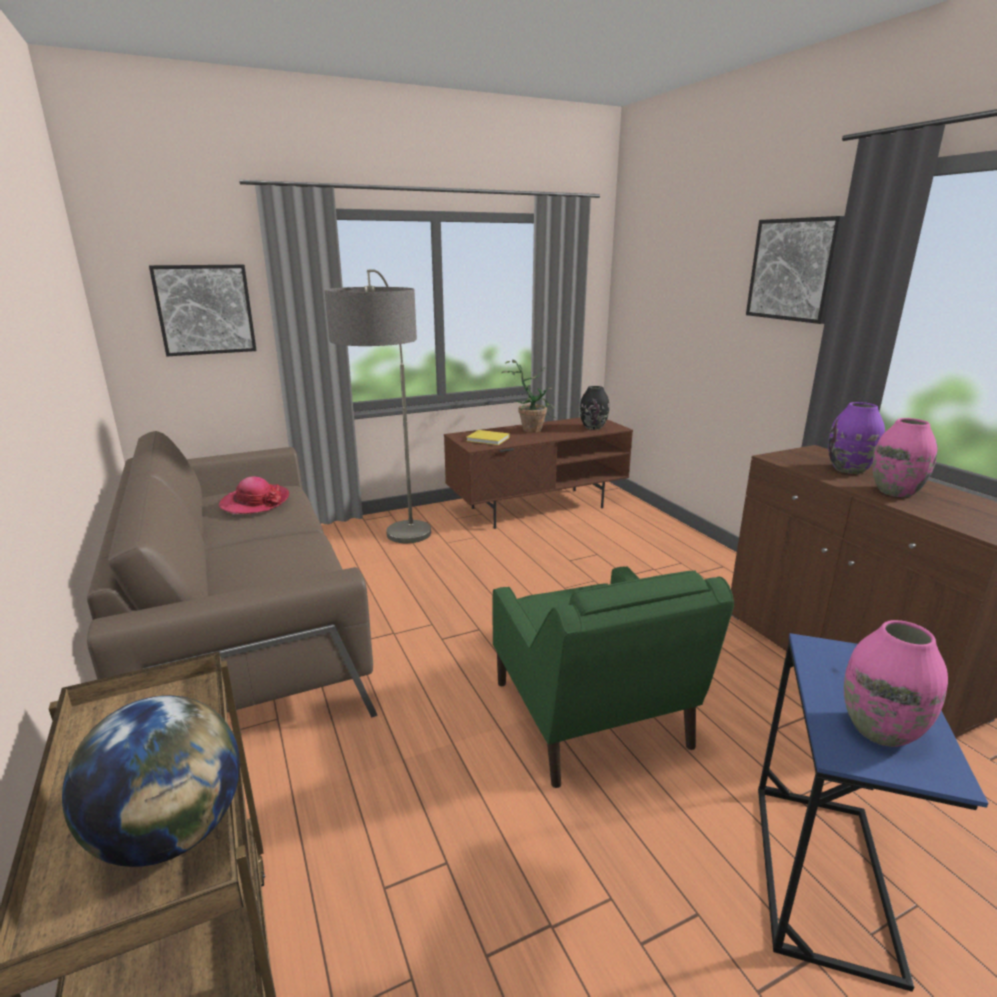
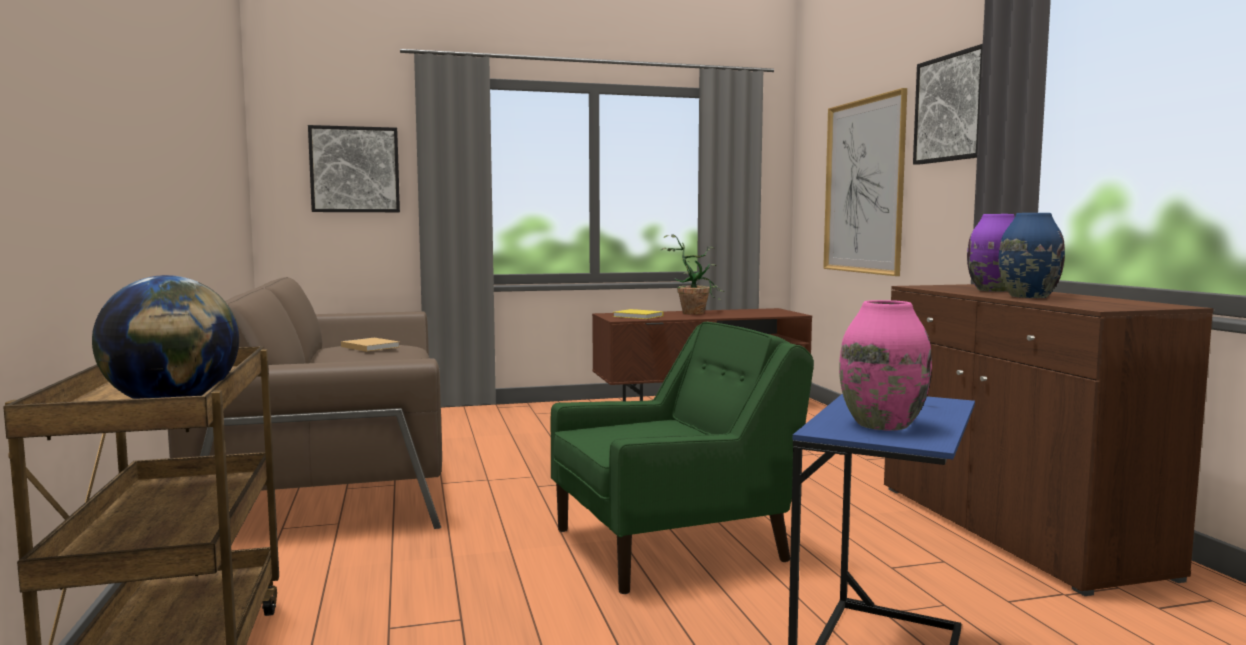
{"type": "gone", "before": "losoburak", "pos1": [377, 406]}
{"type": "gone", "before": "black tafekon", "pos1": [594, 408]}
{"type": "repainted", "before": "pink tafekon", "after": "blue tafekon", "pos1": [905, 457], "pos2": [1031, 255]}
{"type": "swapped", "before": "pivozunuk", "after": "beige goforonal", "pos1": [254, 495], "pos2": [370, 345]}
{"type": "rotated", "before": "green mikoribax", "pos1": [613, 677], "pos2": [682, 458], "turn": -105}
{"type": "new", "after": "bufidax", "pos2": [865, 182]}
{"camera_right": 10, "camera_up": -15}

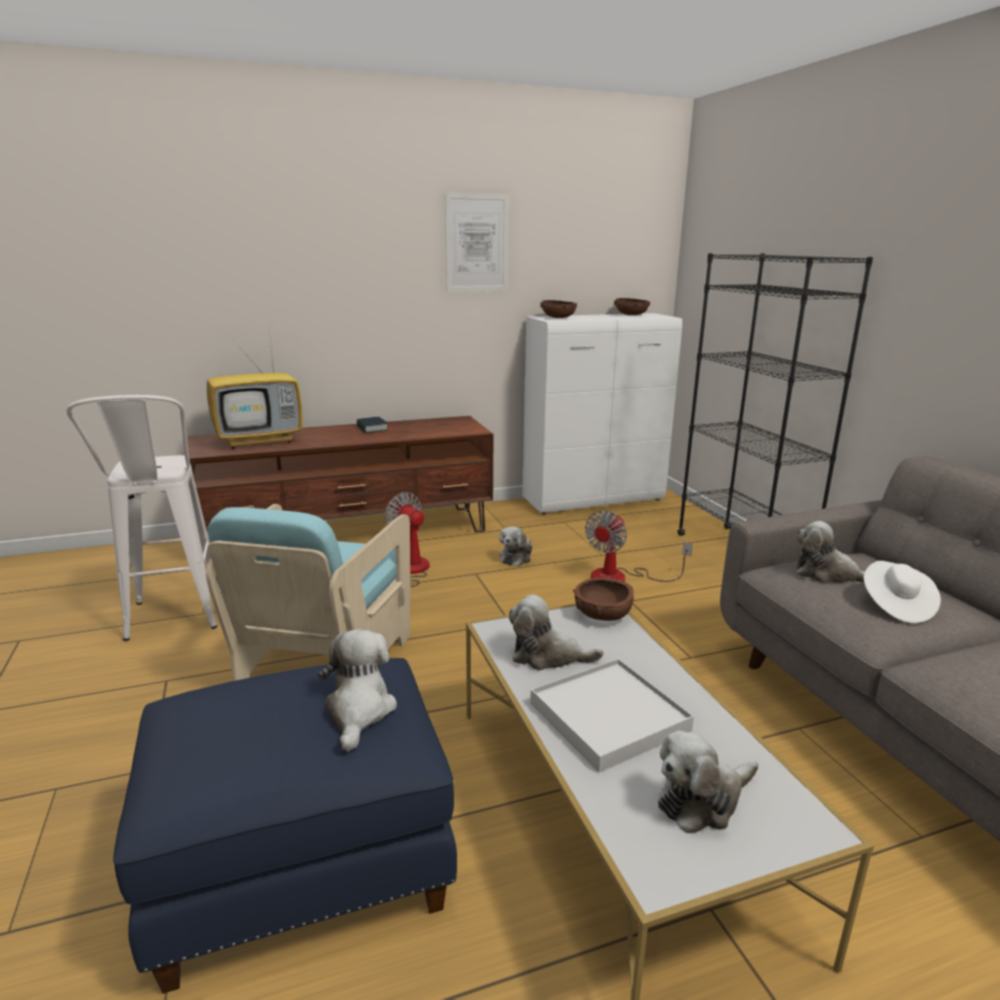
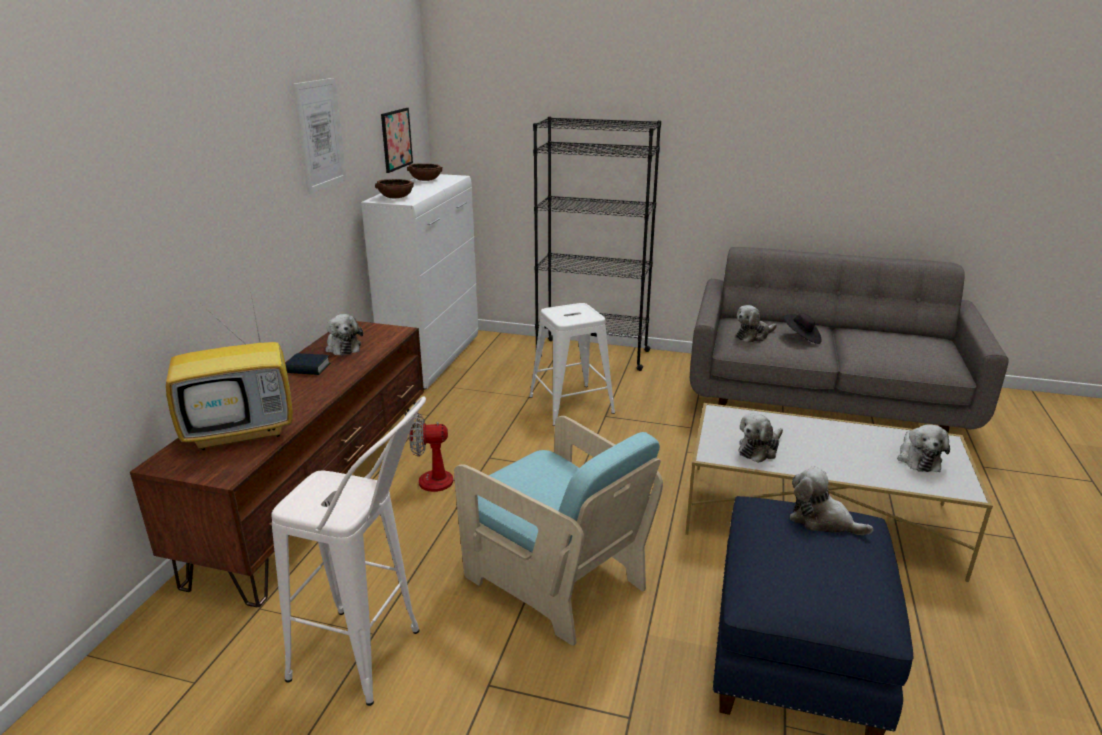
{"type": "rotated", "before": "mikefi", "pos1": [255, 389], "pos2": [229, 367], "turn": 60}
{"type": "swapped", "before": "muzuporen", "after": "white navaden", "pos1": [638, 546], "pos2": [572, 364]}
{"type": "shifted", "before": "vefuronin", "pos1": [515, 546], "pos2": [344, 335]}
{"type": "repainted", "before": "white pivozunuk", "after": "black pivozunuk", "pos1": [902, 592], "pos2": [802, 328]}
{"type": "gone", "before": "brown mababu", "pos1": [603, 599]}
{"type": "gone", "before": "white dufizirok", "pos1": [612, 715]}
{"type": "new", "after": "bufidax", "pos2": [397, 140]}
{"camera_right": -55, "camera_up": 5}

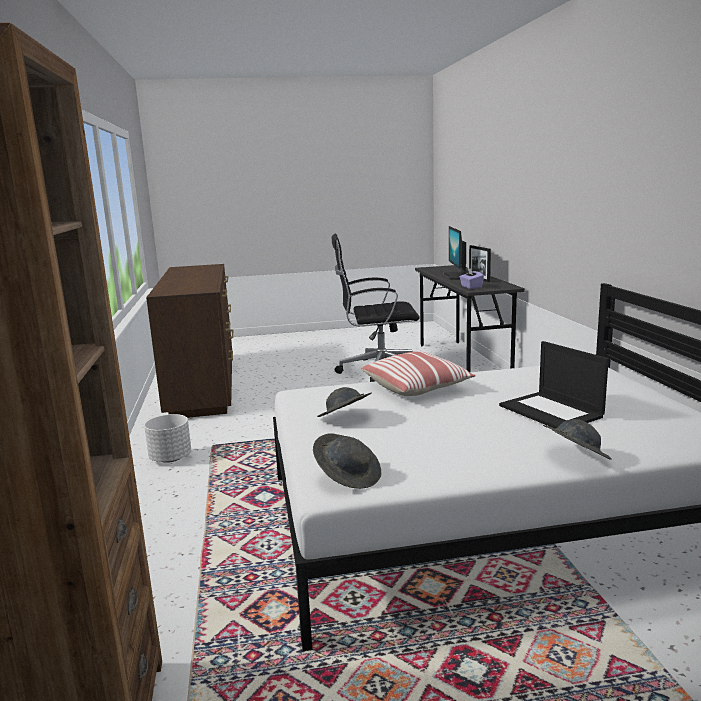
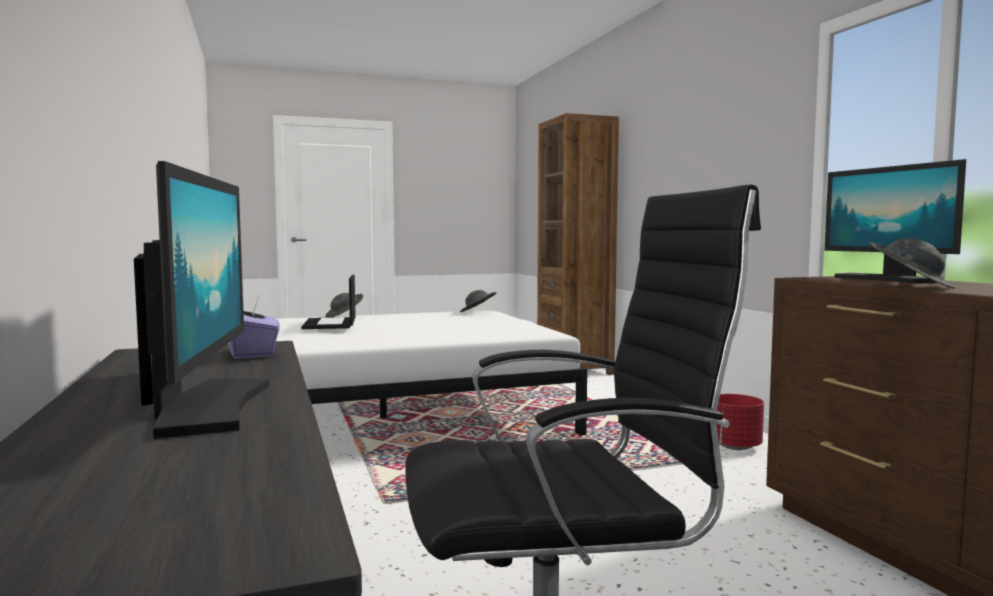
{"type": "rotated", "before": "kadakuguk", "pos1": [554, 384], "pos2": [328, 302], "turn": -150}
{"type": "gone", "before": "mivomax", "pos1": [419, 373]}
{"type": "shifted", "before": "grey pivozunuk", "pos1": [344, 402], "pos2": [912, 263]}
{"type": "repainted", "before": "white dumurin", "after": "red dumurin", "pos1": [167, 438], "pos2": [740, 422]}
{"type": "new", "after": "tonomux", "pos2": [895, 221]}
{"camera_right": 170, "camera_up": -10}

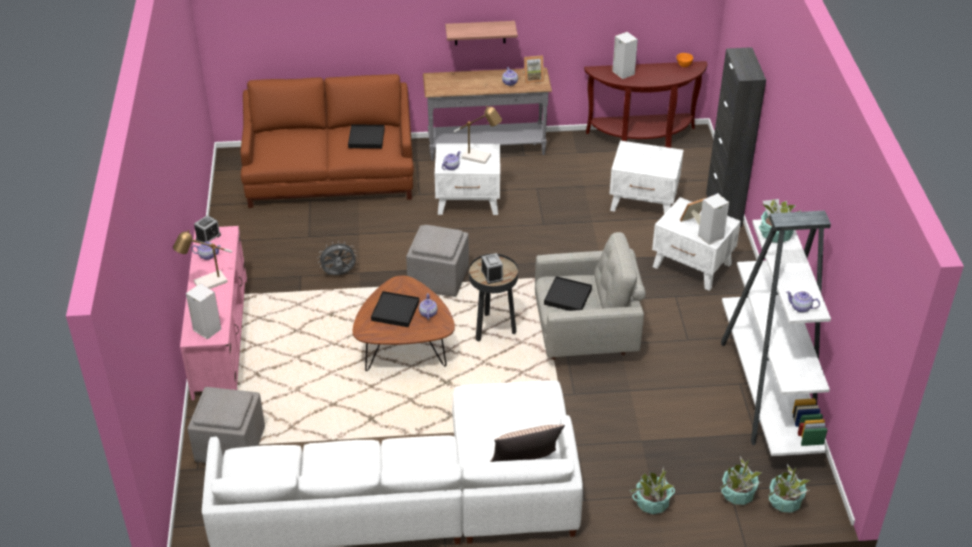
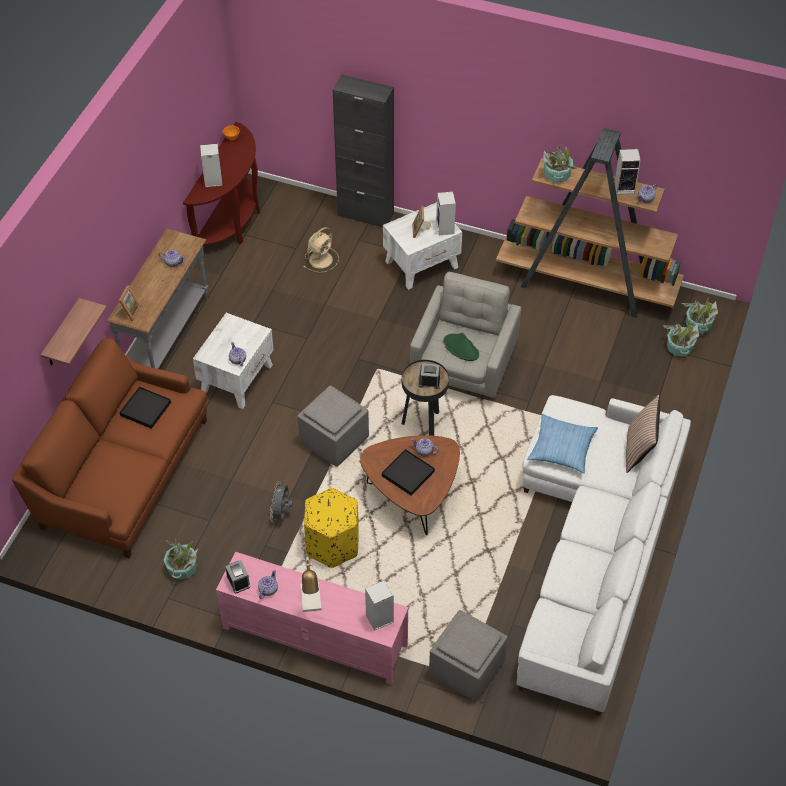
{"type": "shifted", "before": "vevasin", "pos1": [481, 33], "pos2": [74, 332]}
{"type": "shifted", "before": "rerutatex", "pos1": [533, 69], "pos2": [128, 303]}
{"type": "gone", "before": "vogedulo", "pos1": [478, 135]}
{"type": "swapped", "before": "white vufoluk", "after": "beige muzuporen", "pos1": [646, 177], "pos2": [321, 250]}
{"type": "repainted", "before": "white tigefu", "after": "brown tigefu", "pos1": [776, 333], "pos2": [590, 223]}
{"type": "swapped", "before": "black dufizirok", "after": "green pivozunuk", "pos1": [568, 293], "pos2": [461, 347]}
{"type": "shifted", "before": "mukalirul", "pos1": [652, 491], "pos2": [181, 558]}
{"type": "new", "after": "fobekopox", "pos2": [627, 172]}
{"type": "new", "after": "mivomax", "pos2": [562, 444]}
{"type": "new", "after": "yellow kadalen", "pos2": [331, 528]}
{"camera_right": -65, "camera_up": 10}

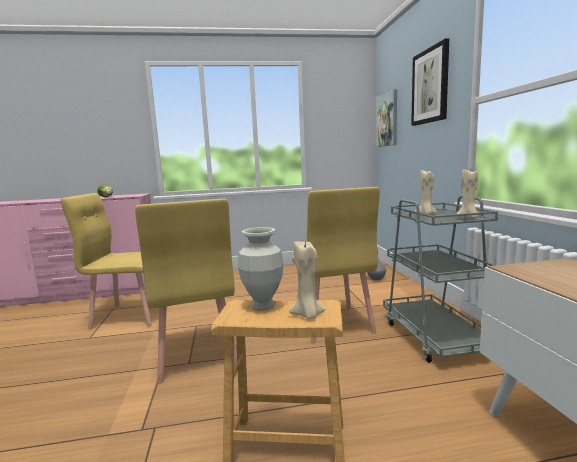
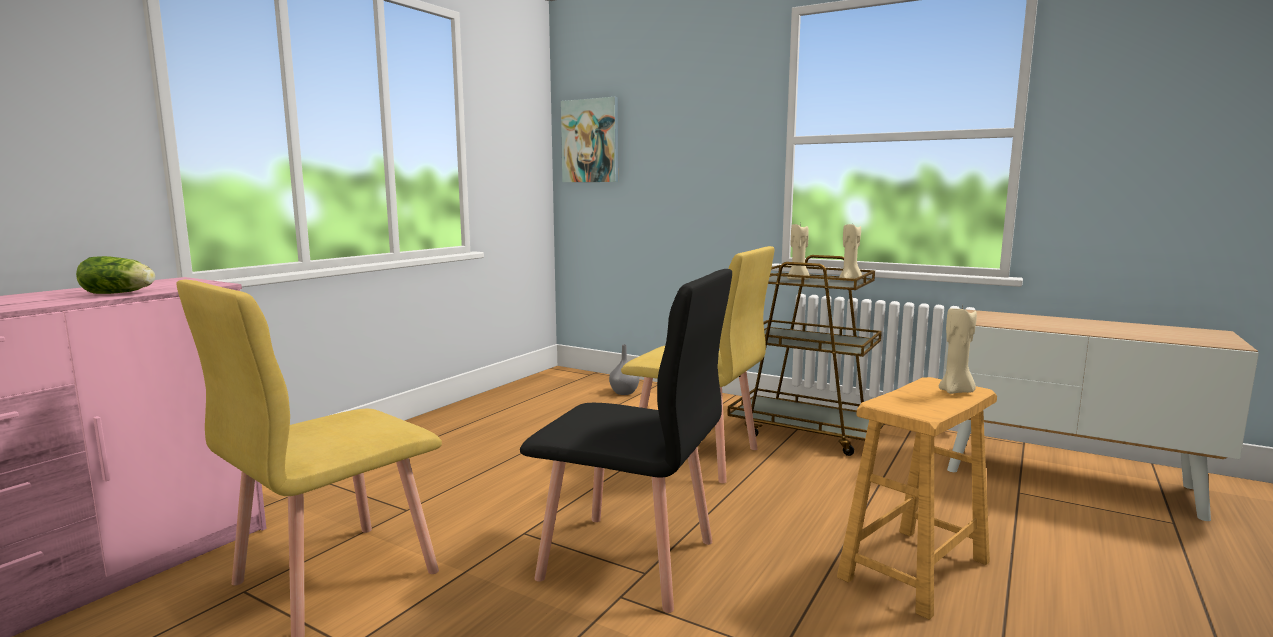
{"type": "gone", "before": "bufidax", "pos1": [430, 82]}
{"type": "repainted", "before": "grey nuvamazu", "after": "brown nuvamazu", "pos1": [440, 279], "pos2": [805, 355]}
{"type": "repainted", "before": "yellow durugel", "after": "black durugel", "pos1": [186, 291], "pos2": [626, 441]}
{"type": "gone", "before": "tafekon", "pos1": [261, 269]}
{"camera_right": -50, "camera_up": 0}

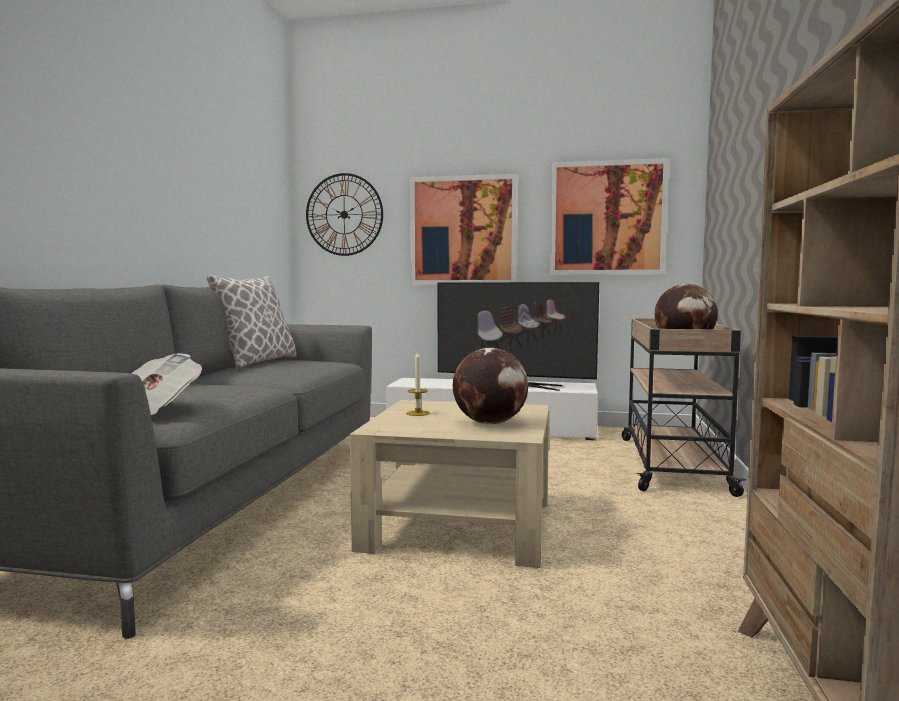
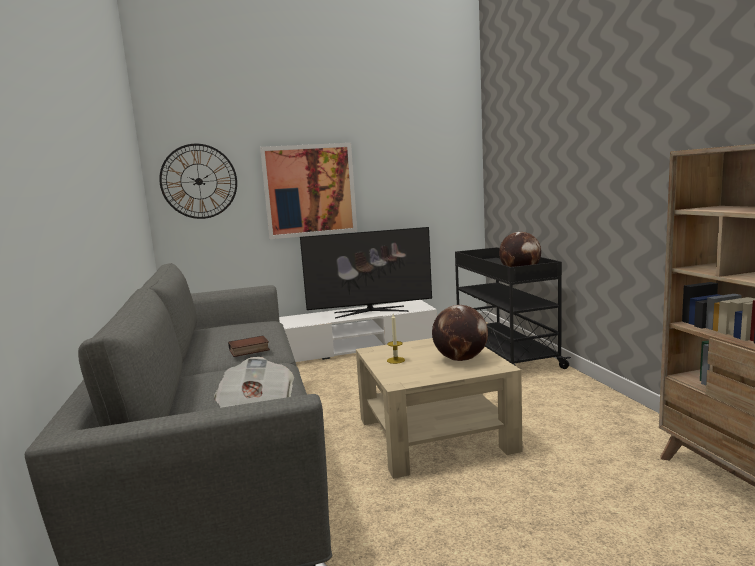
{"type": "gone", "before": "bufidax", "pos1": [609, 216]}
{"type": "gone", "before": "mivomax", "pos1": [251, 322]}
{"type": "repainted", "before": "beige nuvamazu", "after": "black nuvamazu", "pos1": [684, 407], "pos2": [513, 308]}
{"type": "new", "after": "goforonal", "pos2": [249, 346]}
{"camera_right": -25, "camera_up": 5}

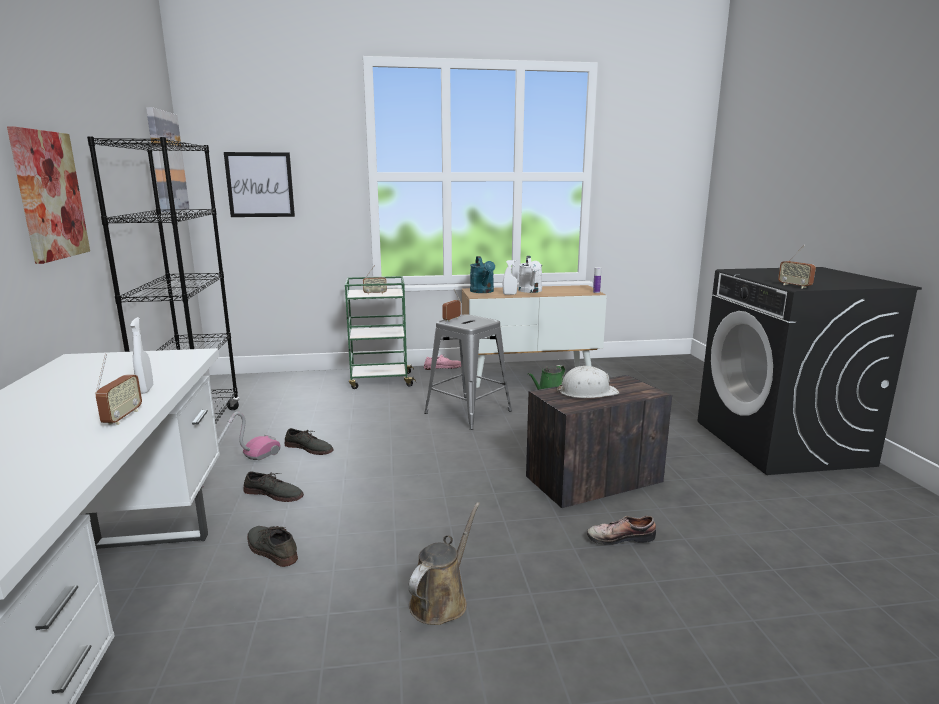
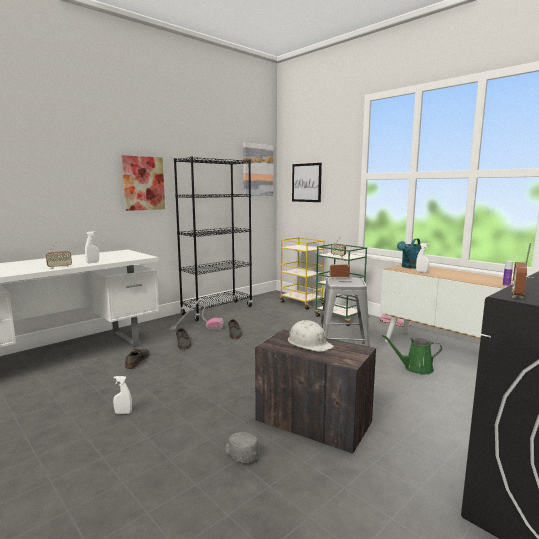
{"type": "gone", "before": "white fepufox", "pos1": [530, 274]}
{"type": "swapped", "before": "brown fepufox", "after": "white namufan", "pos1": [444, 563], "pos2": [122, 395]}
{"type": "swapped", "before": "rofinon", "after": "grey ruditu", "pos1": [621, 530], "pos2": [242, 447]}
{"type": "new", "after": "yellow nuvamazu", "pos2": [302, 273]}
{"camera_right": 55, "camera_up": -5}

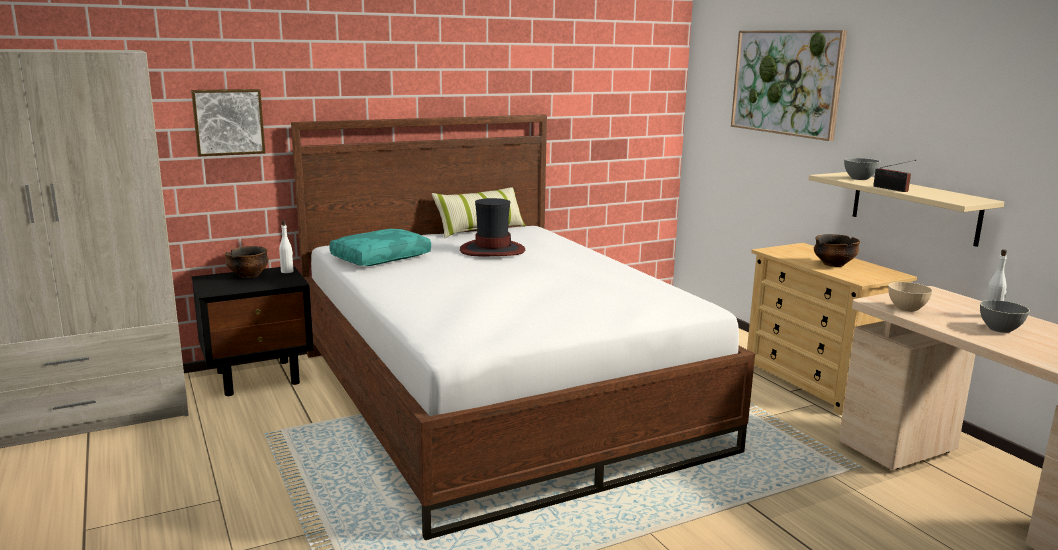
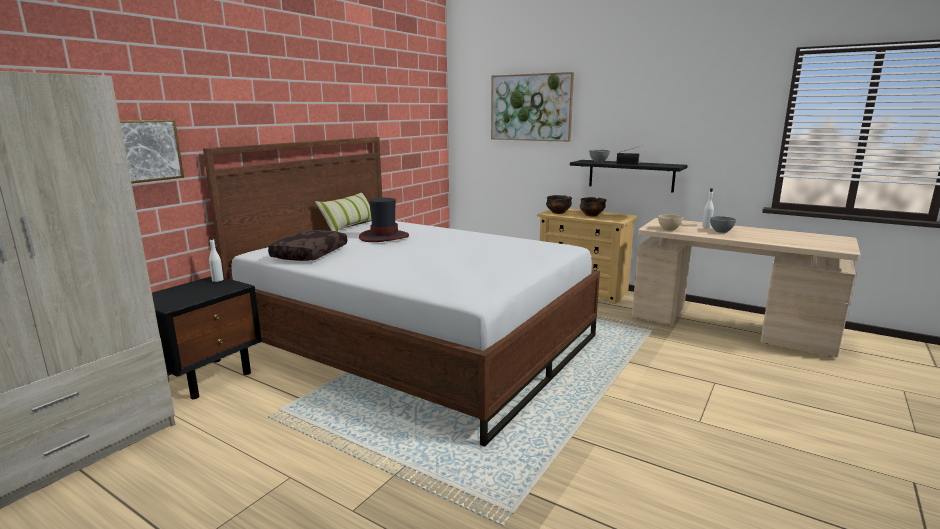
{"type": "repainted", "before": "beige vevasin", "after": "black vevasin", "pos1": [906, 209], "pos2": [629, 176]}
{"type": "repainted", "before": "turquoise mivomax", "after": "brown mivomax", "pos1": [380, 247], "pos2": [307, 245]}
{"type": "shifted", "before": "mababu", "pos1": [247, 262], "pos2": [559, 204]}
{"camera_right": -30, "camera_up": 0}

